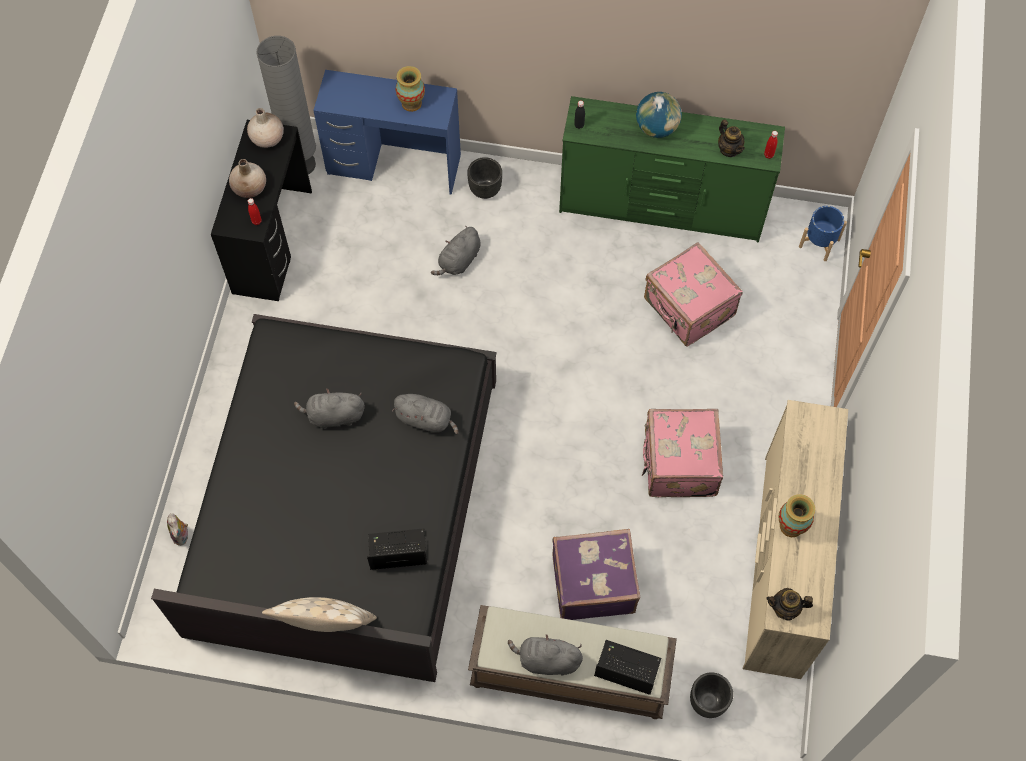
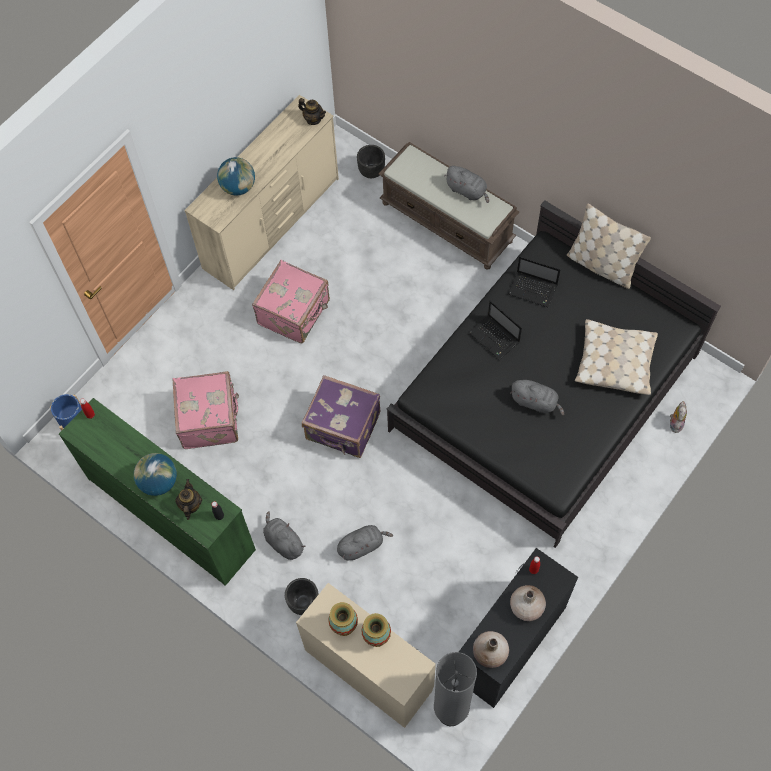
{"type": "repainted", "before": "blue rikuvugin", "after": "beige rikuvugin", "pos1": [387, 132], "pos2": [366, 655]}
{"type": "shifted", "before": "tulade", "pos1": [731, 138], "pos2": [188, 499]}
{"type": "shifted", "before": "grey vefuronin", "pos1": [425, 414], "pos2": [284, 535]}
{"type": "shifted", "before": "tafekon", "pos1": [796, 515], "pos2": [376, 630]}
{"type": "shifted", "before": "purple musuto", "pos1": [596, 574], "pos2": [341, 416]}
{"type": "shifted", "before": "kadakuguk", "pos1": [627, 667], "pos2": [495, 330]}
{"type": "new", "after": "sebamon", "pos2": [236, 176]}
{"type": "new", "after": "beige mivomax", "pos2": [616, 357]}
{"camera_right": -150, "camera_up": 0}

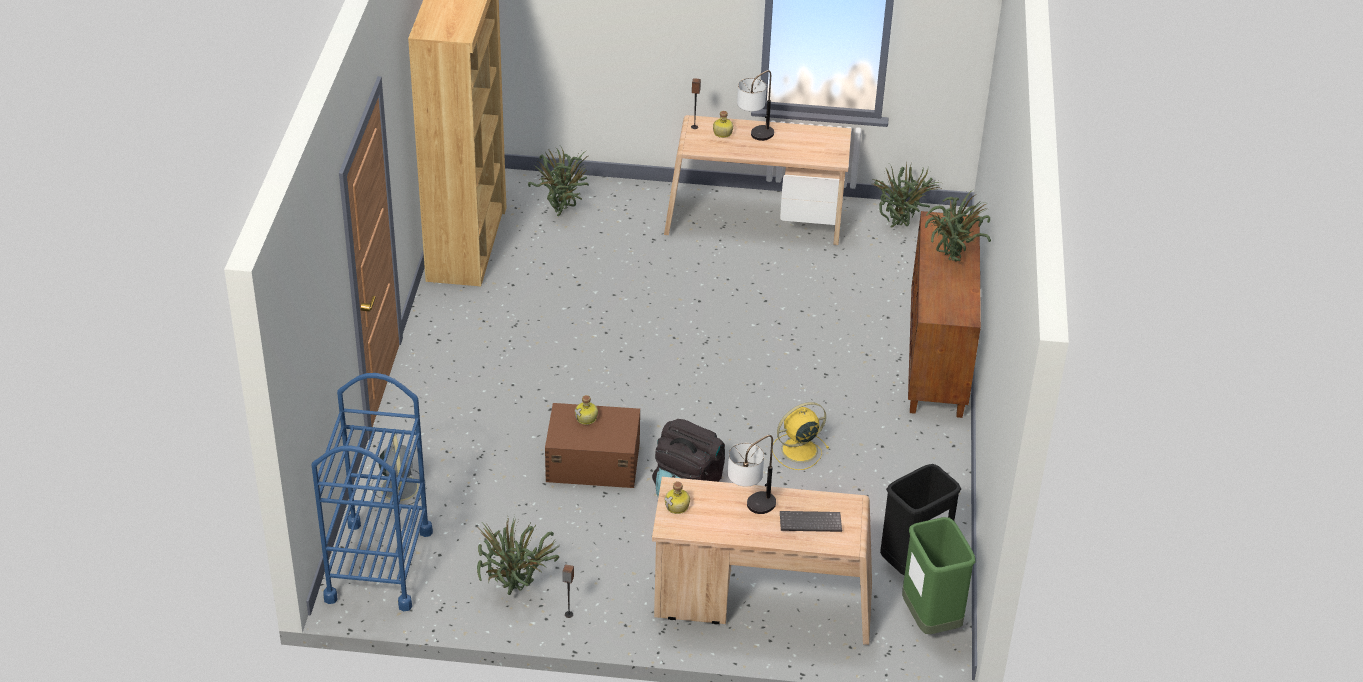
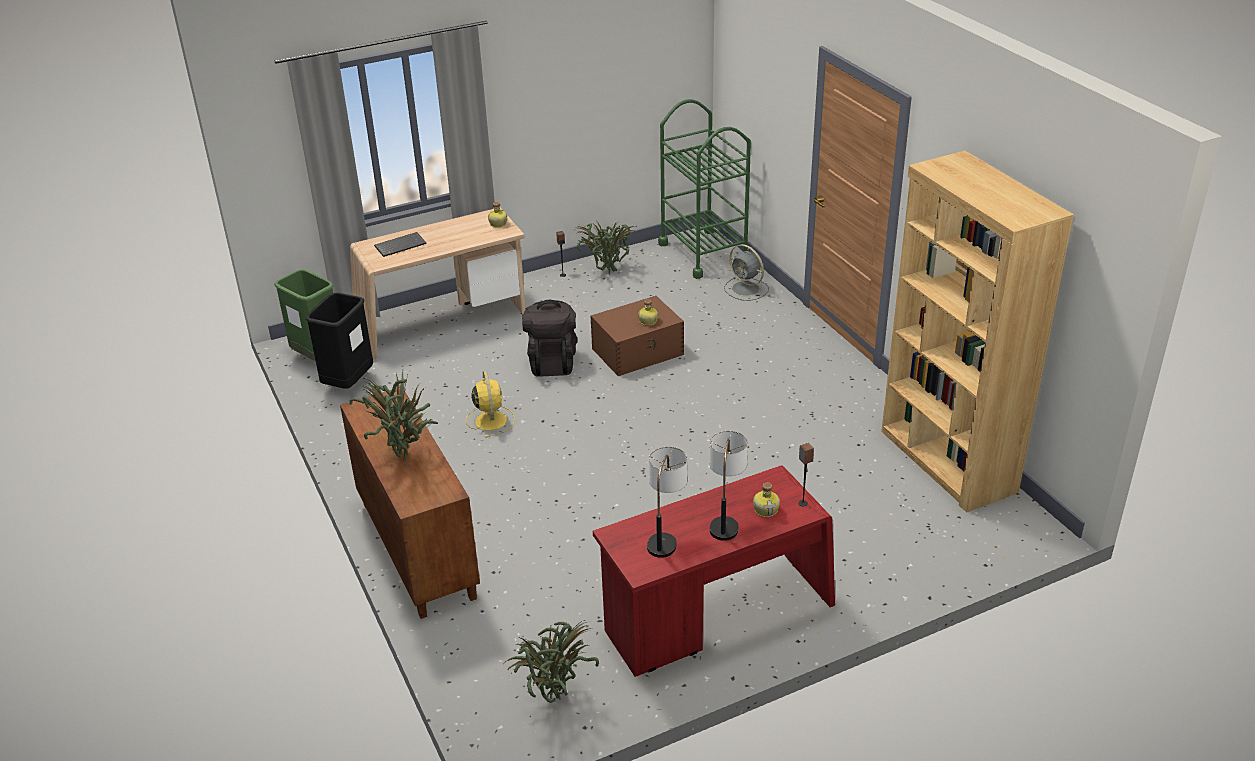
{"type": "repainted", "before": "beige rikuvugin", "after": "red rikuvugin", "pos1": [757, 180], "pos2": [714, 571]}
{"type": "gone", "before": "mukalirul", "pos1": [558, 181]}
{"type": "repainted", "before": "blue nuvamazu", "after": "green nuvamazu", "pos1": [372, 492], "pos2": [704, 189]}
{"type": "rotated", "before": "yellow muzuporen", "pos1": [800, 436], "pos2": [490, 404], "turn": -45}
{"type": "shifted", "before": "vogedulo", "pos1": [752, 474], "pos2": [667, 502]}
{"camera_right": 150, "camera_up": -5}

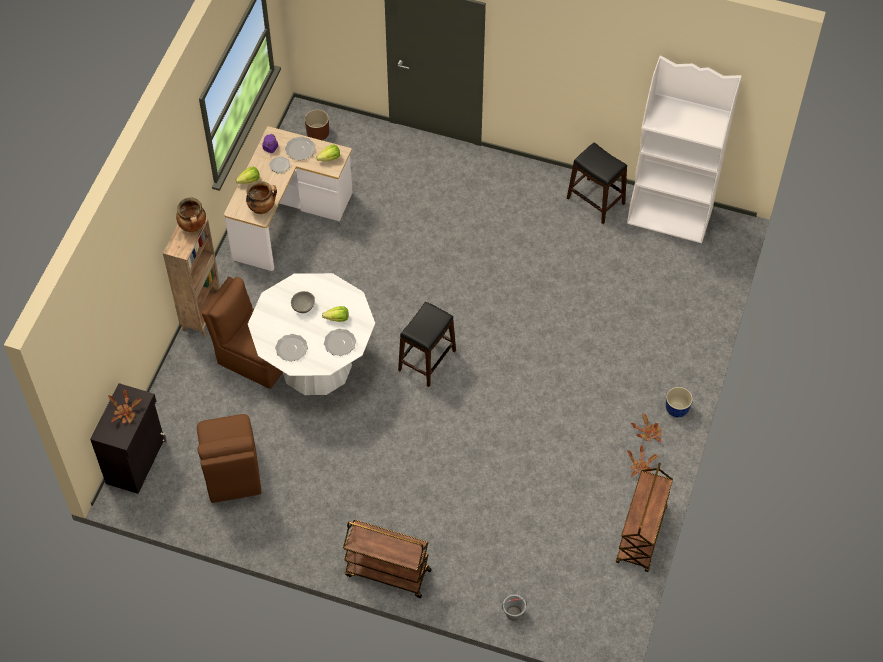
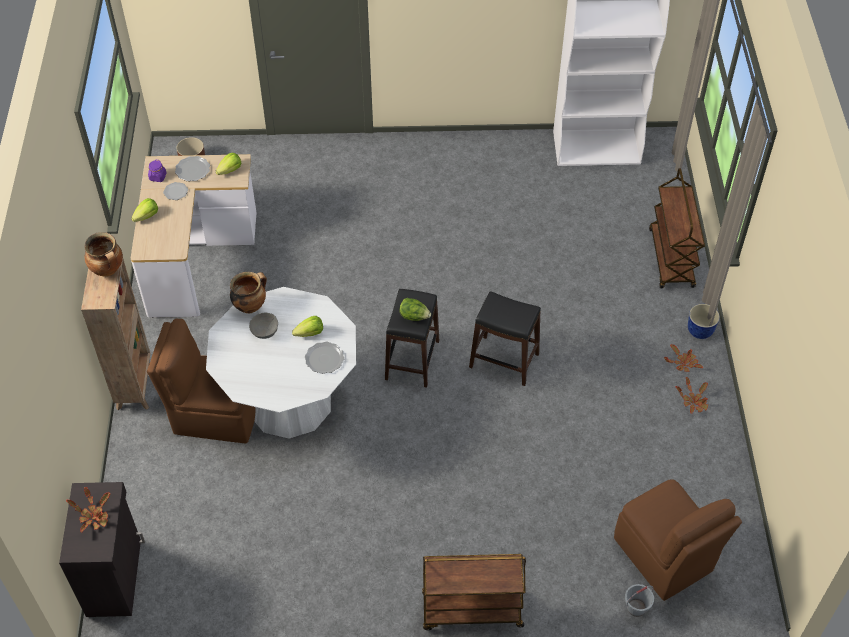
{"type": "shifted", "before": "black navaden", "pos1": [597, 183], "pos2": [505, 338]}
{"type": "shifted", "before": "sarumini", "pos1": [261, 197], "pos2": [248, 292]}
{"type": "gone", "before": "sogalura", "pos1": [291, 348]}
{"type": "shifted", "before": "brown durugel", "pos1": [229, 458], "pos2": [678, 540]}
{"type": "shifted", "before": "brown nuvamazu", "pos1": [644, 517], "pos2": [677, 228]}
{"type": "new", "after": "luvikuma", "pos2": [415, 309]}
{"camera_right": -20, "camera_up": -5}

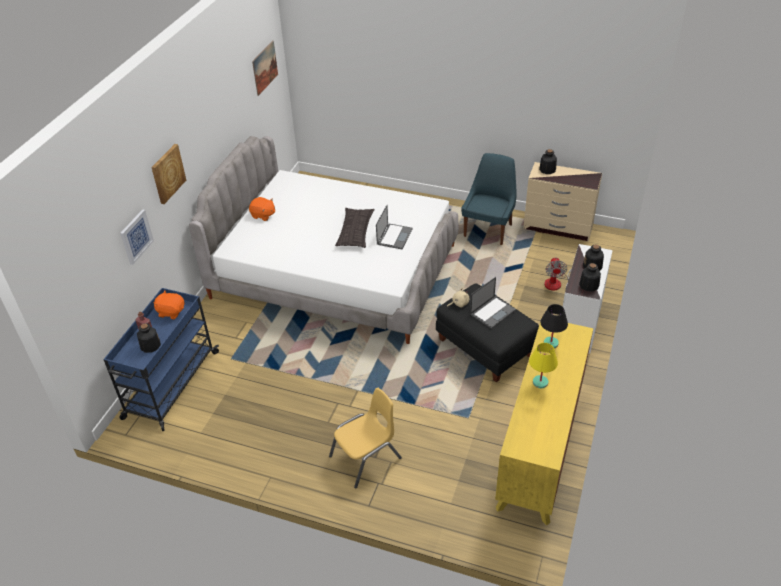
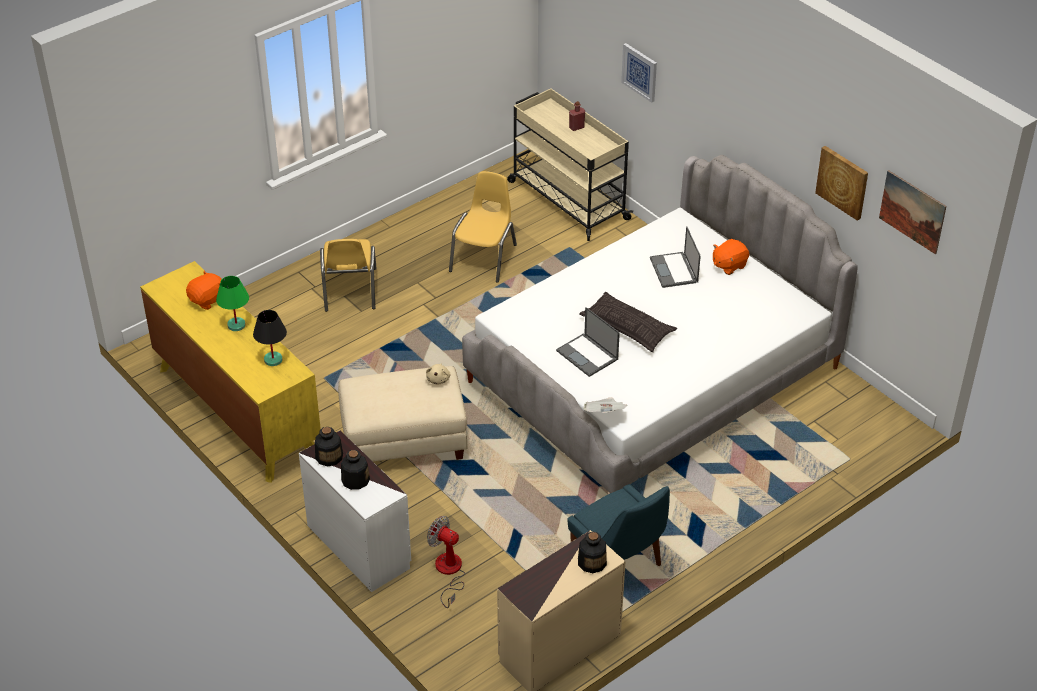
{"type": "shifted", "before": "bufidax", "pos1": [168, 174], "pos2": [841, 183]}
{"type": "shifted", "before": "kadakuguk", "pos1": [493, 303], "pos2": [675, 257]}
{"type": "repainted", "before": "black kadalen", "after": "beige kadalen", "pos1": [487, 333], "pos2": [402, 413]}
{"type": "repainted", "before": "blue nuvamazu", "after": "beige nuvamazu", "pos1": [161, 359], "pos2": [570, 164]}
{"type": "shifted", "before": "orange vefuronin", "pos1": [169, 305], "pos2": [204, 290]}
{"type": "gone", "before": "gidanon", "pos1": [149, 338]}
{"type": "repainted", "before": "yellow vogedulo", "after": "green vogedulo", "pos1": [543, 365], "pos2": [232, 303]}
{"type": "new", "after": "yellow durugel", "pos2": [483, 227]}
{"type": "new", "after": "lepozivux", "pos2": [605, 405]}
{"camera_right": 120, "camera_up": 0}

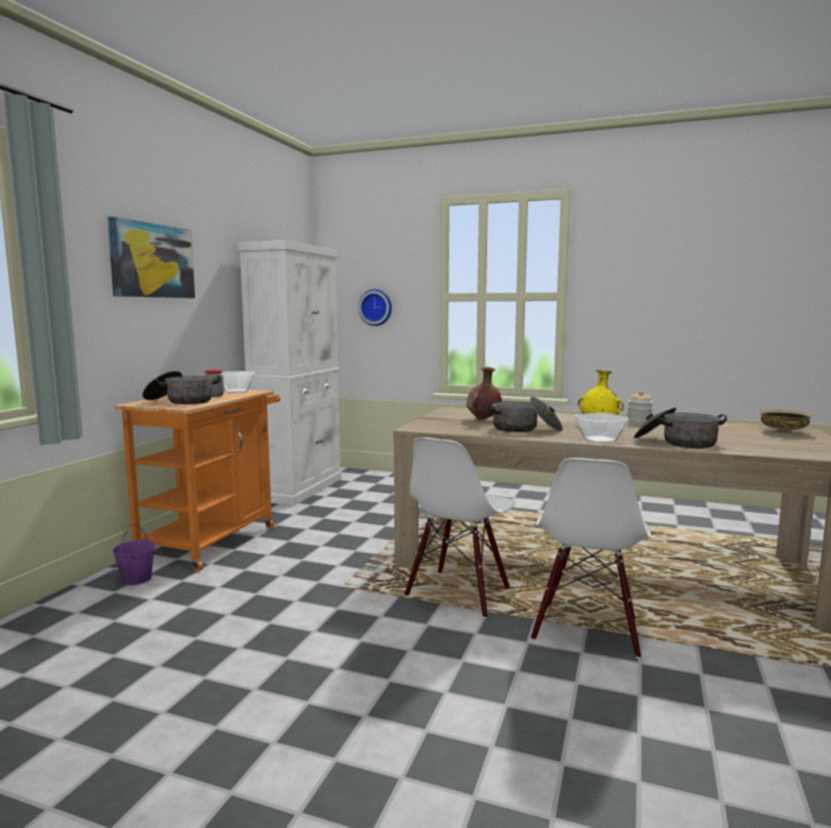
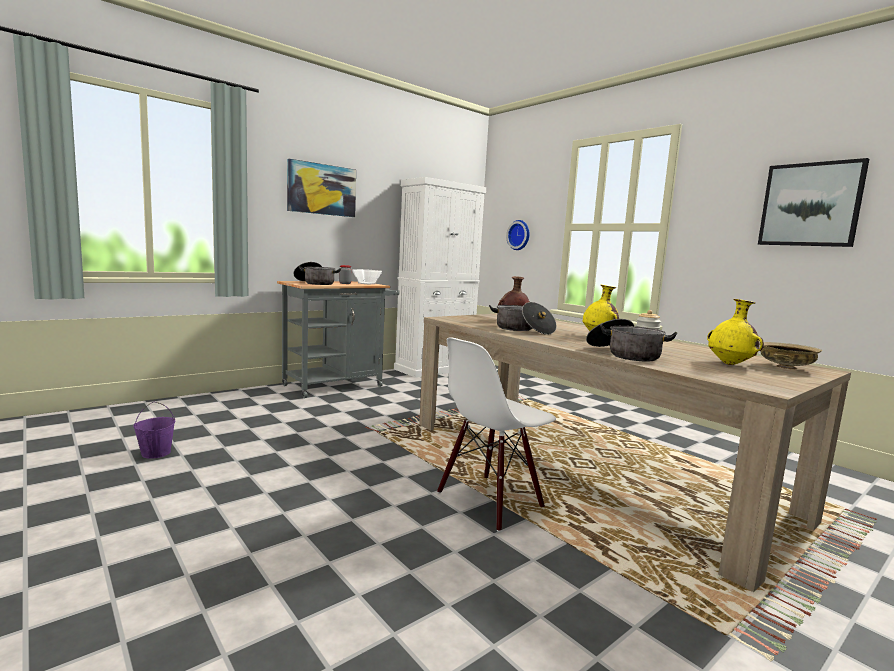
{"type": "repainted", "before": "orange nuvamazu", "after": "grey nuvamazu", "pos1": [197, 480], "pos2": [338, 339]}
{"type": "gone", "before": "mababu", "pos1": [601, 428]}
{"type": "gone", "before": "white durugel", "pos1": [459, 528]}
{"type": "shifted", "before": "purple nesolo", "pos1": [134, 554], "pos2": [154, 430]}
{"type": "new", "after": "bufidax", "pos2": [813, 202]}
{"type": "new", "after": "yellow tafekon", "pos2": [735, 332]}
{"camera_right": 30, "camera_up": 0}

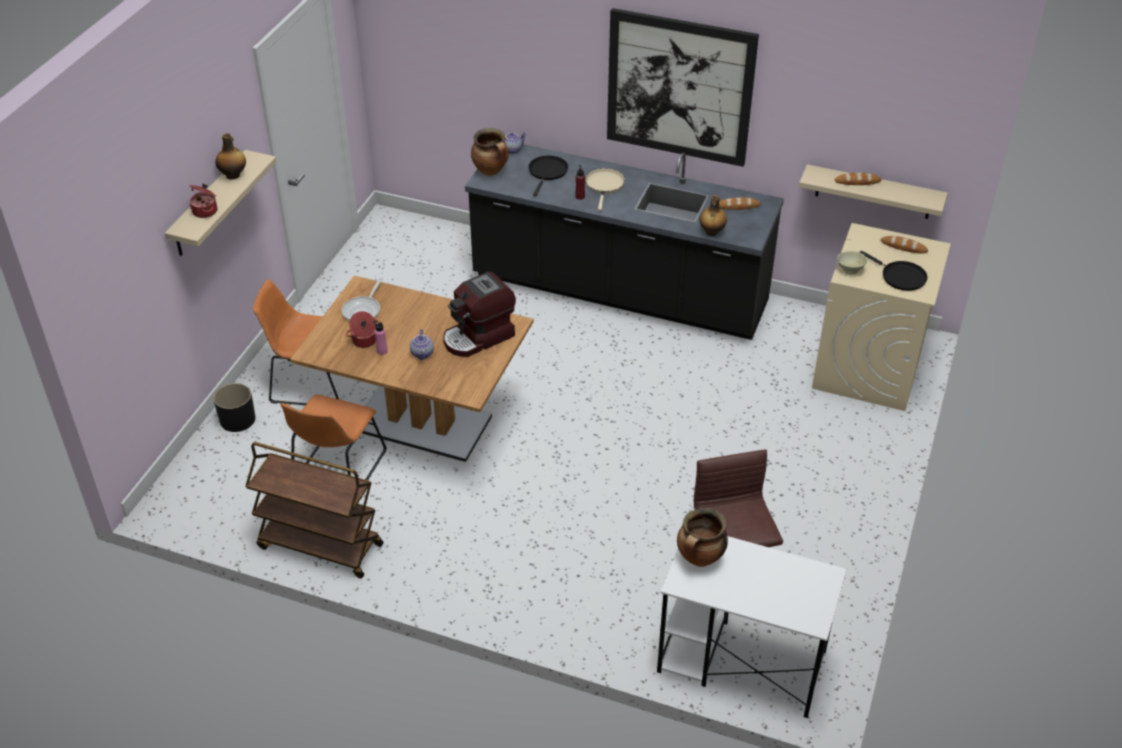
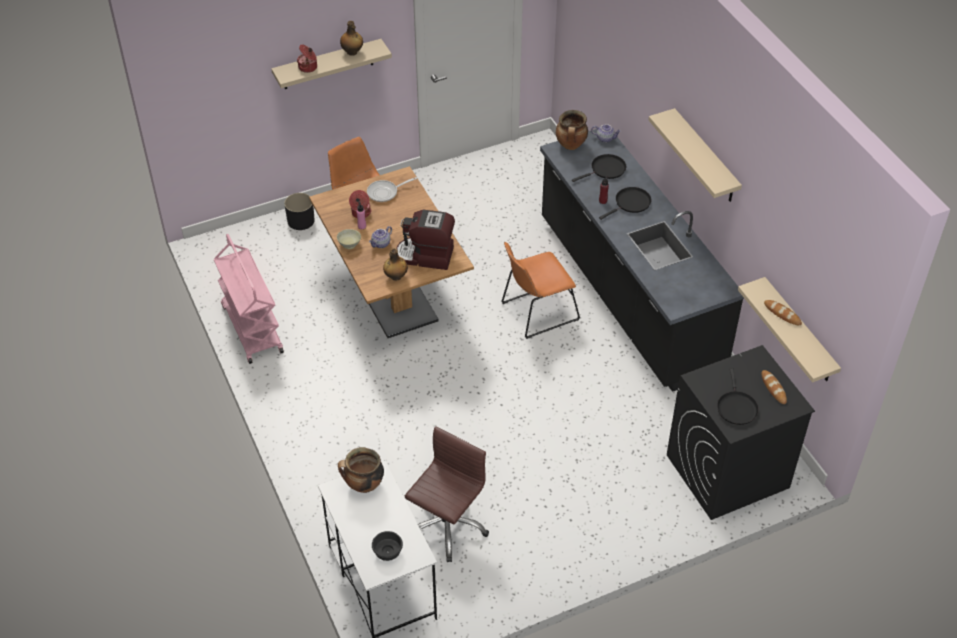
{"type": "swapped", "before": "bufidax", "after": "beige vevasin", "pos1": [683, 87], "pos2": [695, 155]}
{"type": "repainted", "before": "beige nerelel", "after": "black nerelel", "pos1": [605, 189], "pos2": [625, 203]}
{"type": "shifted", "before": "gidanon", "pos1": [713, 215], "pos2": [395, 264]}
{"type": "gone", "before": "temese", "pos1": [739, 203]}
{"type": "repainted", "before": "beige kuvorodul", "after": "black kuvorodul", "pos1": [881, 317], "pos2": [741, 432]}
{"type": "shifted", "before": "beige mababu", "pos1": [852, 262], "pos2": [349, 239]}
{"type": "shifted", "before": "orange durugel", "pos1": [333, 437], "pos2": [540, 290]}
{"type": "repainted", "before": "brown nuvamazu", "after": "pink nuvamazu", "pos1": [314, 510], "pos2": [249, 299]}
{"type": "new", "after": "black mababu", "pos2": [387, 546]}
{"camera_right": 45, "camera_up": 5}

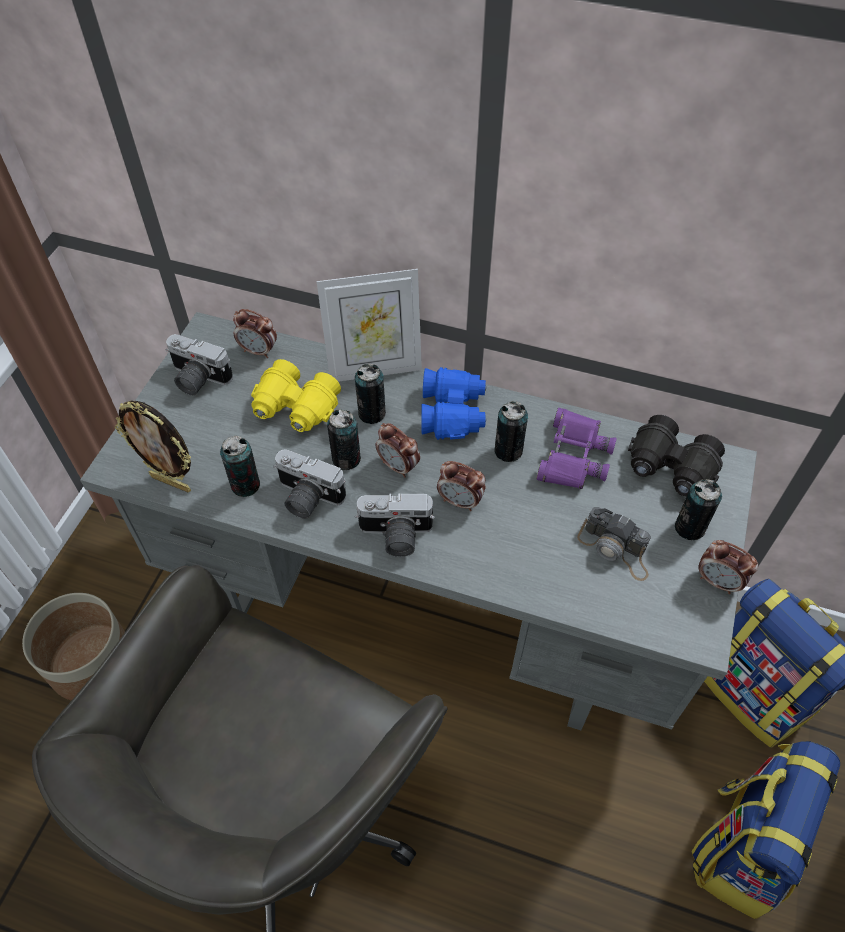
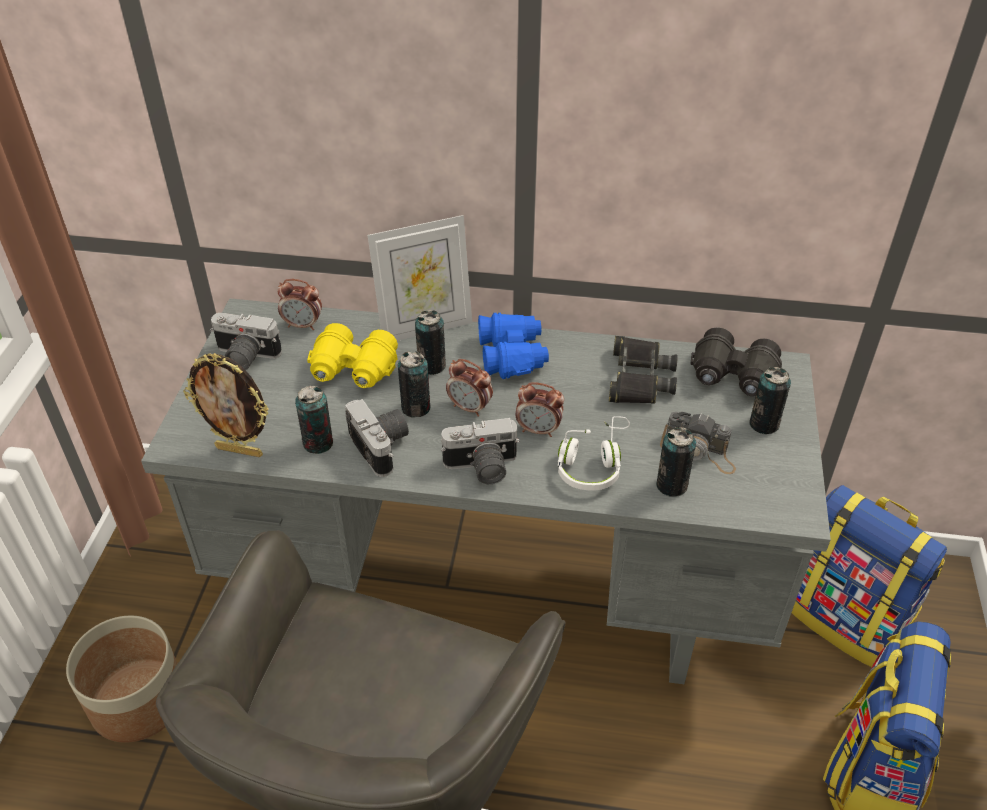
{"type": "shifted", "before": "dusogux", "pos1": [511, 431], "pos2": [676, 462]}
{"type": "repainted", "before": "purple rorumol", "after": "black rorumol", "pos1": [576, 448], "pos2": [643, 370]}
{"type": "rotated", "before": "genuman", "pos1": [309, 484], "pos2": [377, 438], "turn": -135}
{"type": "gone", "before": "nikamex", "pos1": [728, 567]}
{"type": "new", "after": "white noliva", "pos2": [594, 453]}
{"camera_right": -10, "camera_up": -10}

